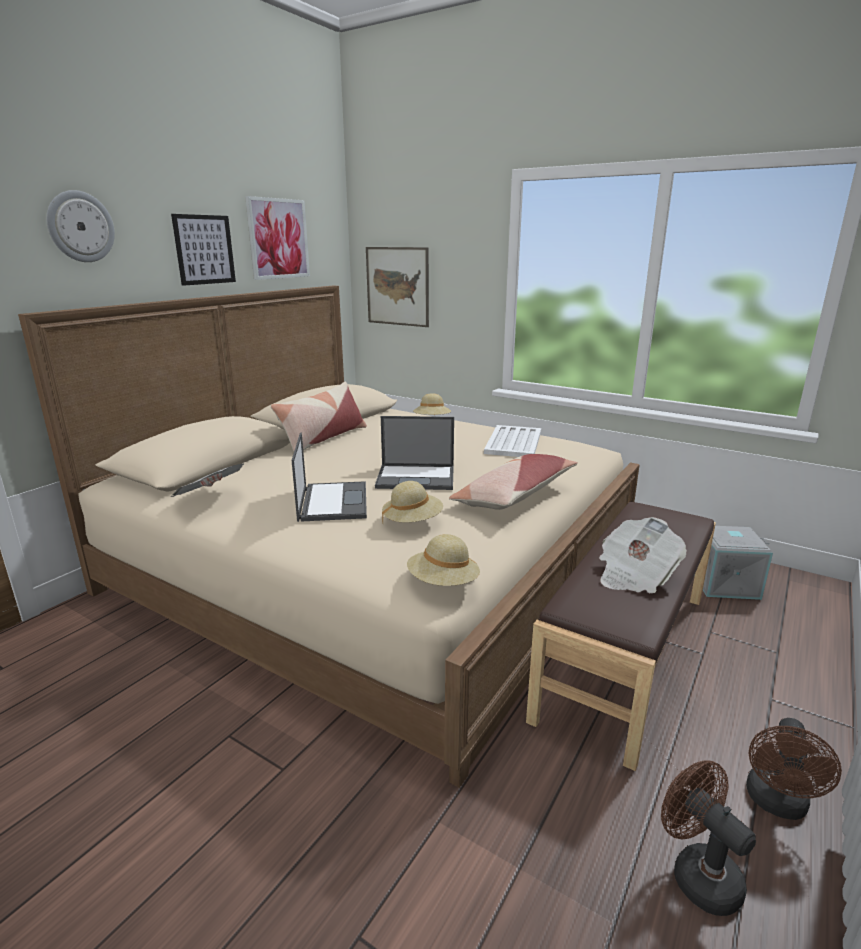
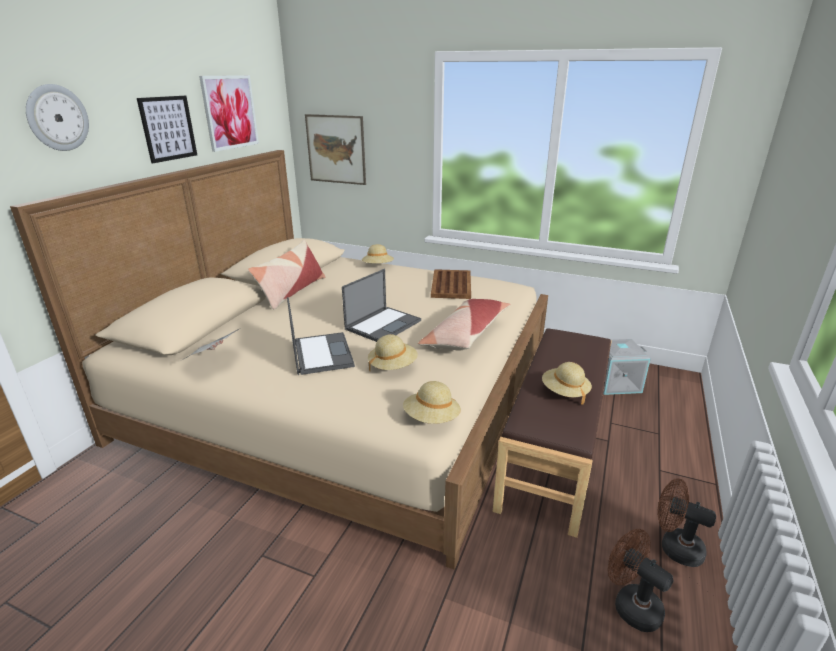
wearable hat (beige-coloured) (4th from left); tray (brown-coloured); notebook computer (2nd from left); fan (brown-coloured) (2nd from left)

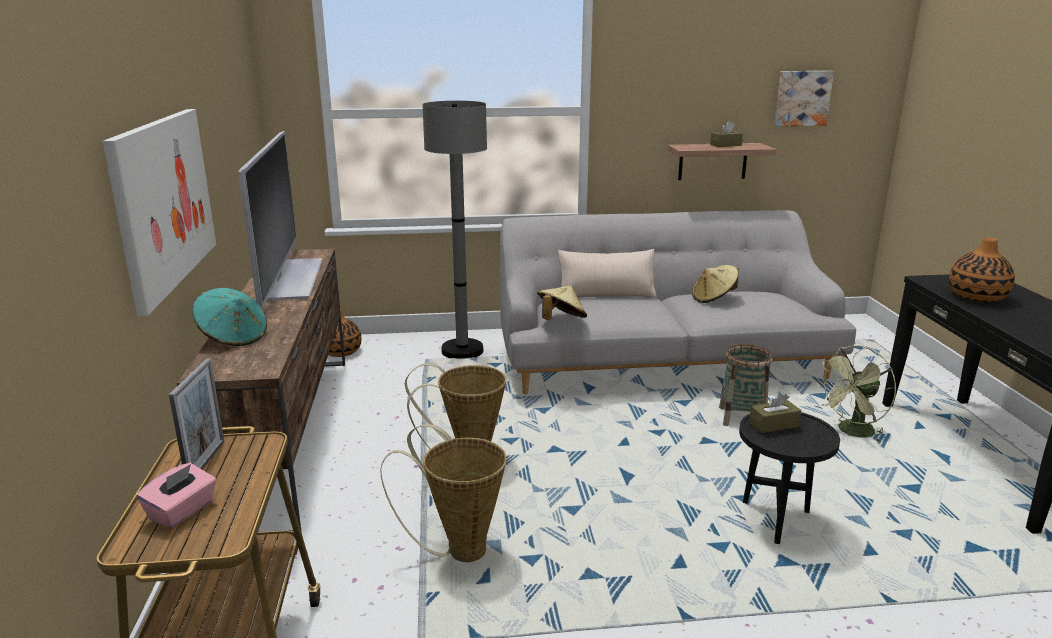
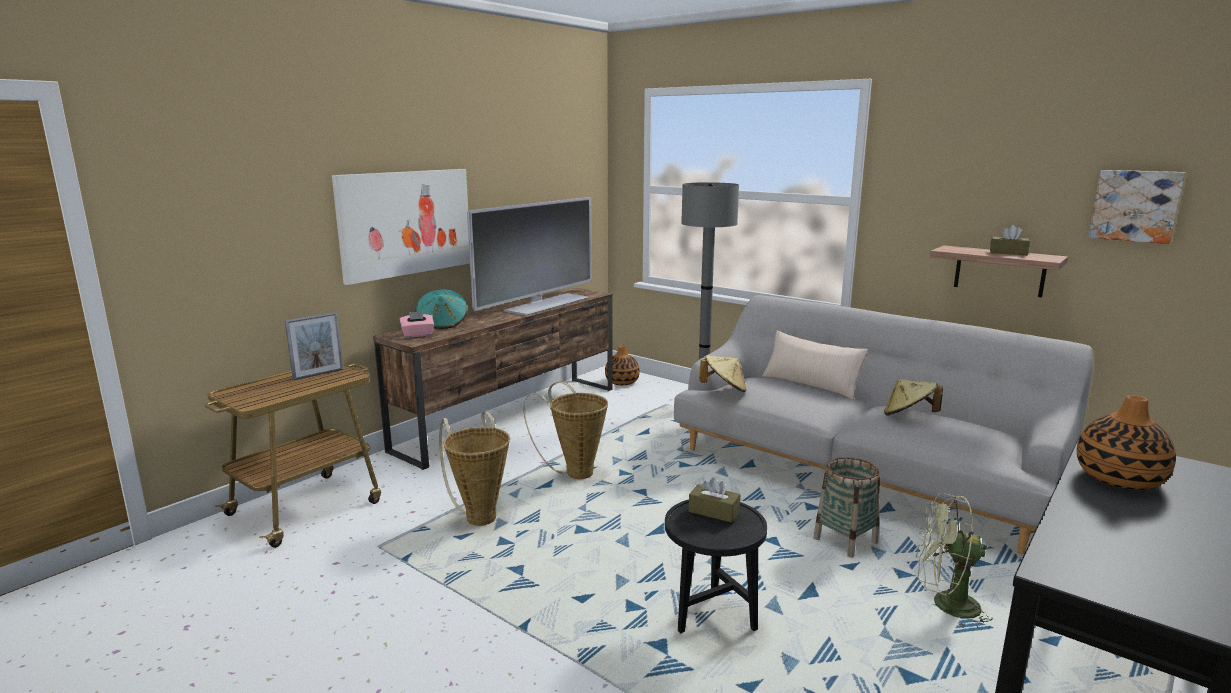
box of tissues (pink-coloured)

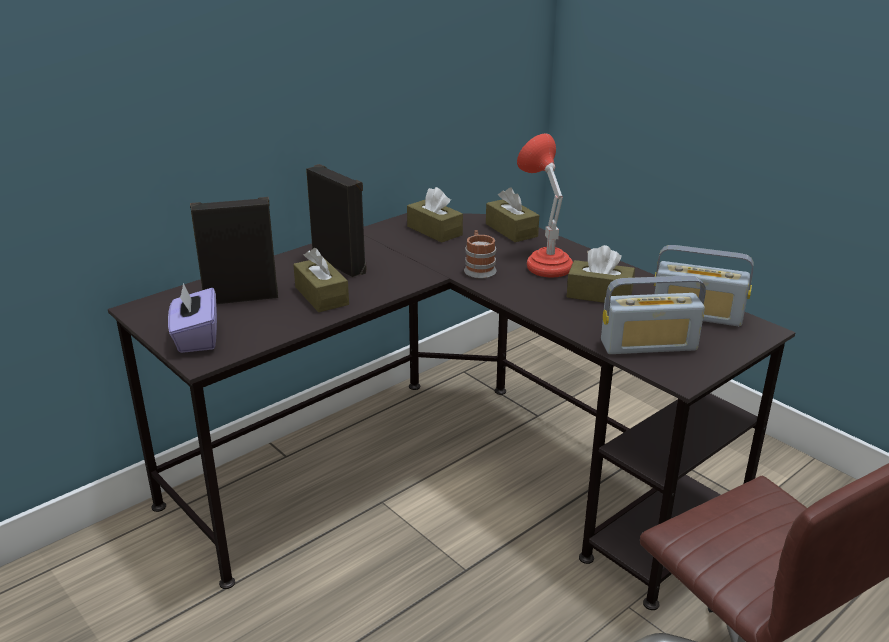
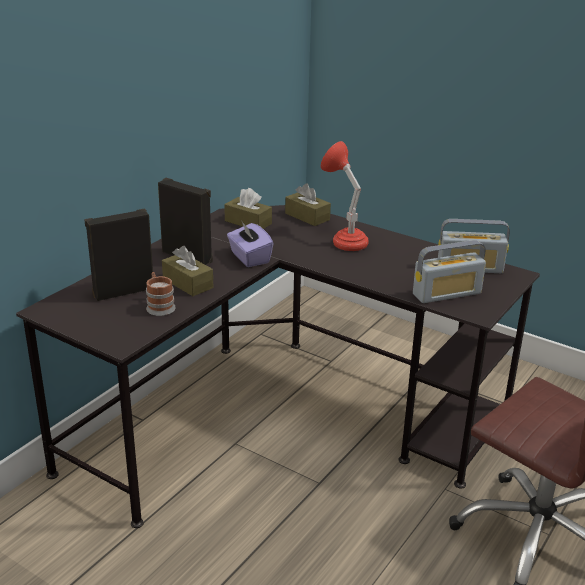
box of tissues (brown-coloured) (4th from left in the first image); box of tissues (purplish); coffee mug

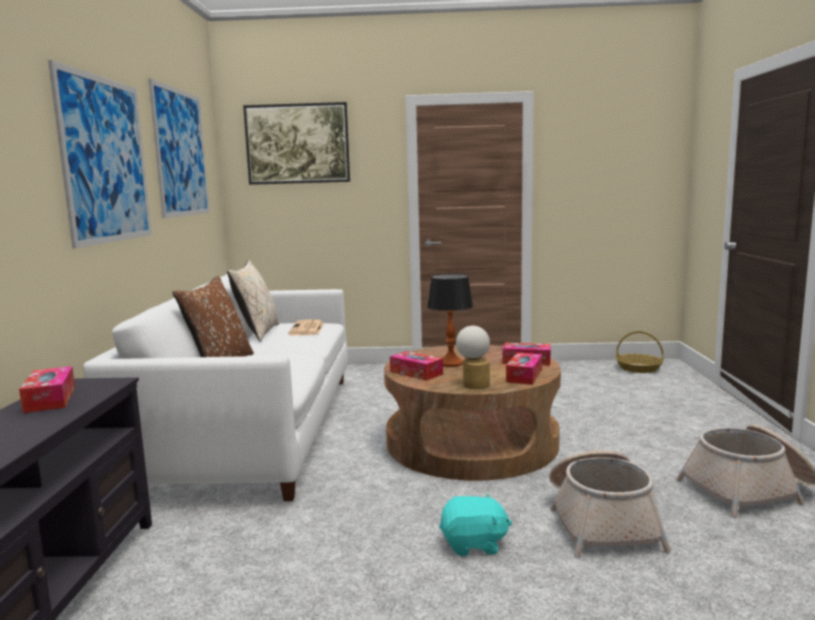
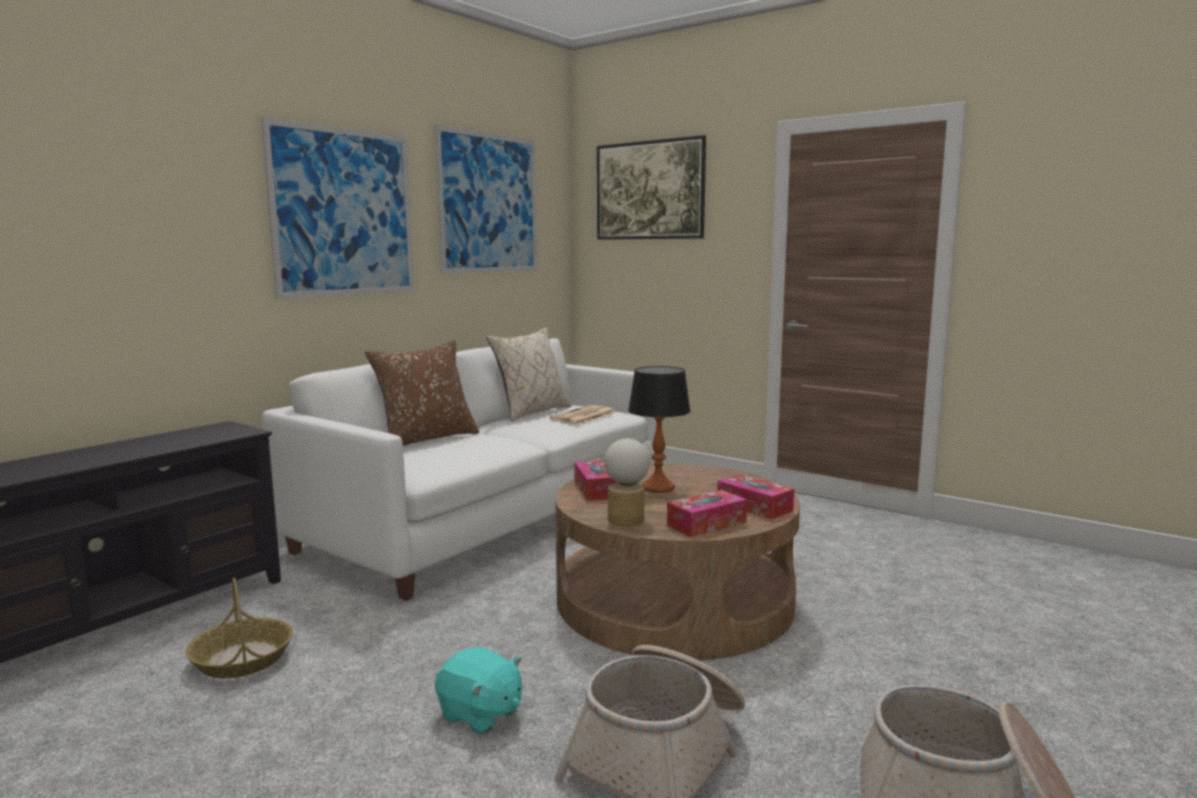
box of tissues (1st from left in the first image); storage basket (1st from left)

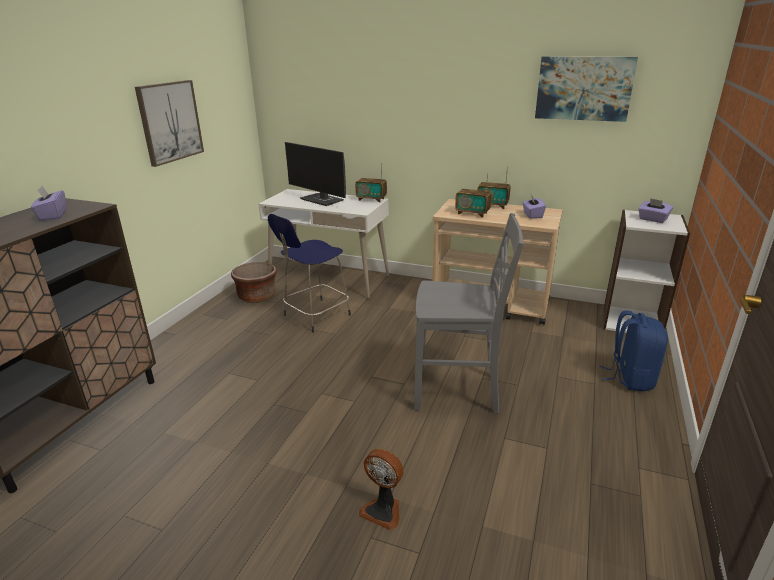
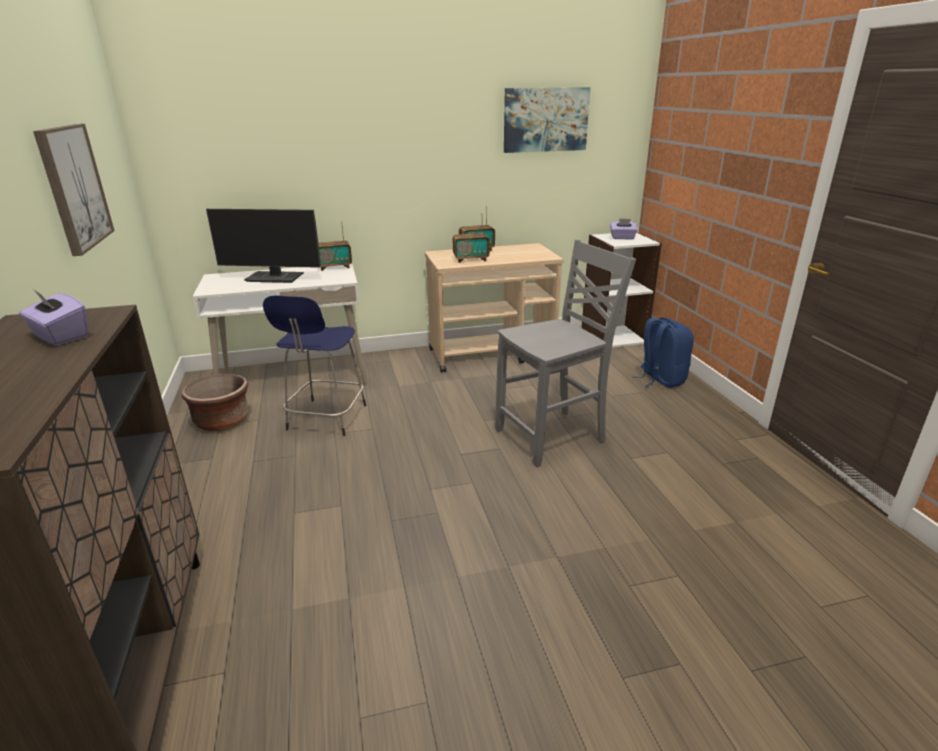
fan; box of tissues (purplish) (2nd from left in the first image)

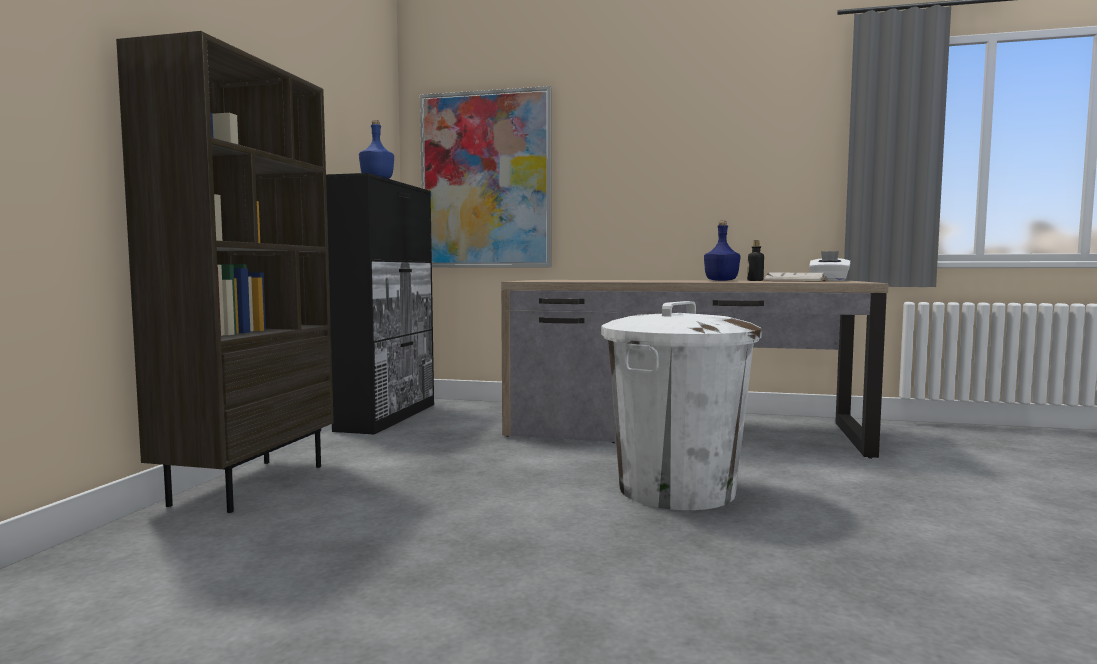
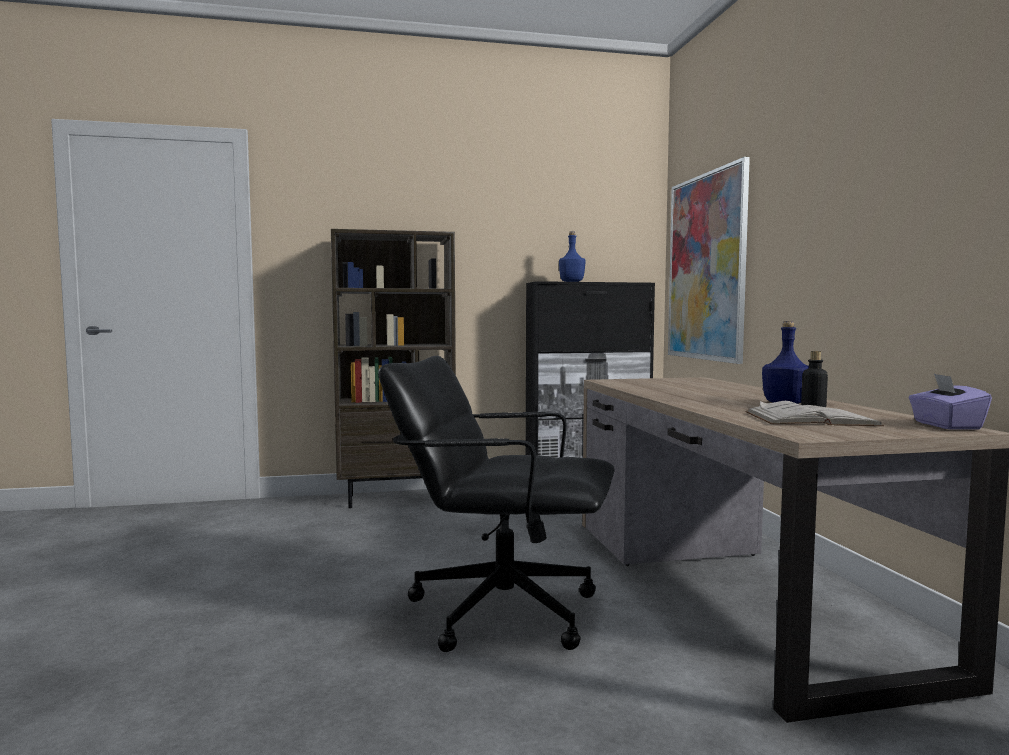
desk chair (black-coloured); box of tissues (purplish)

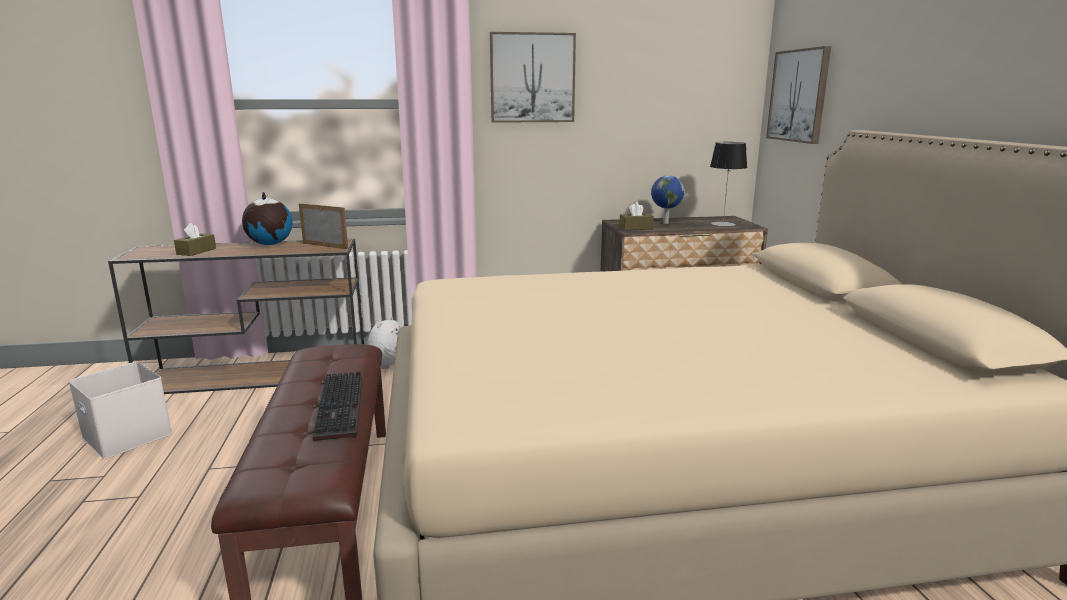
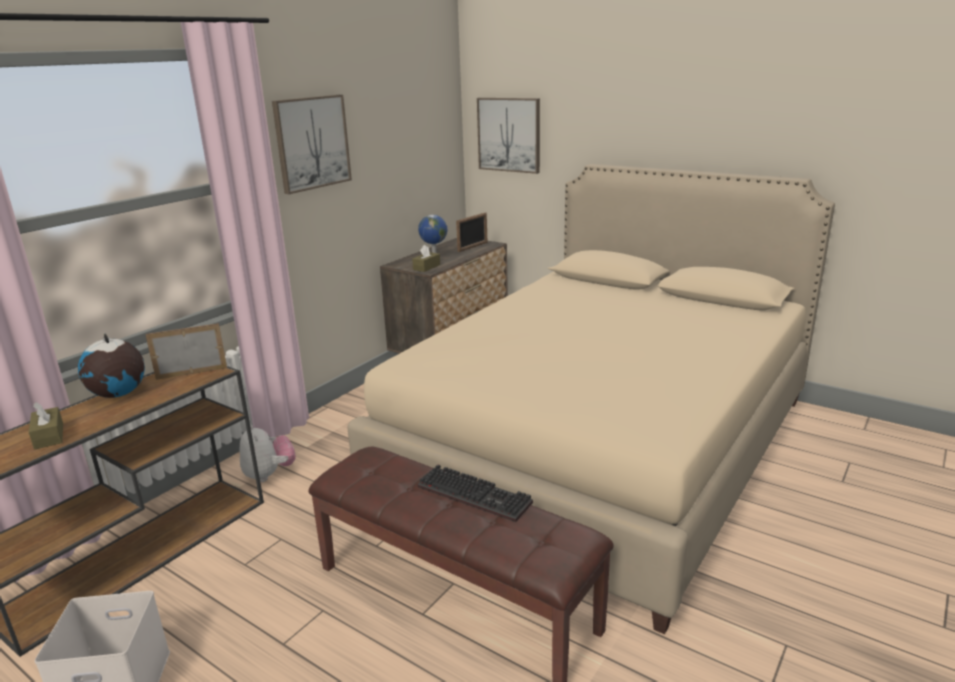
picture frame (2nd from left)

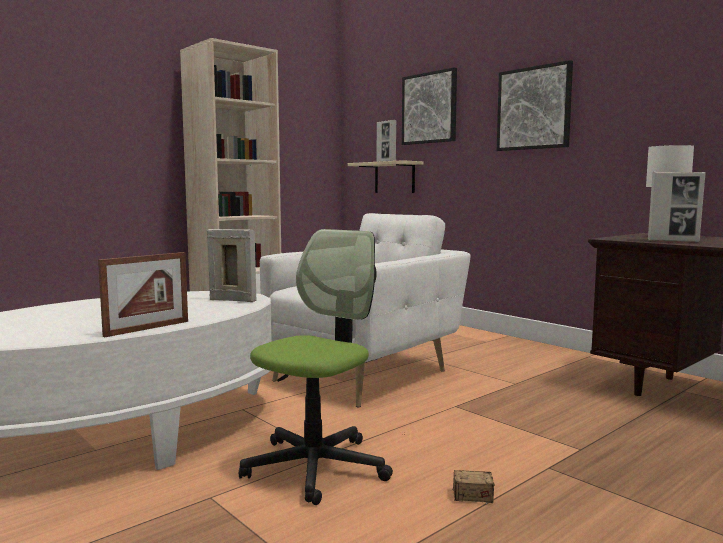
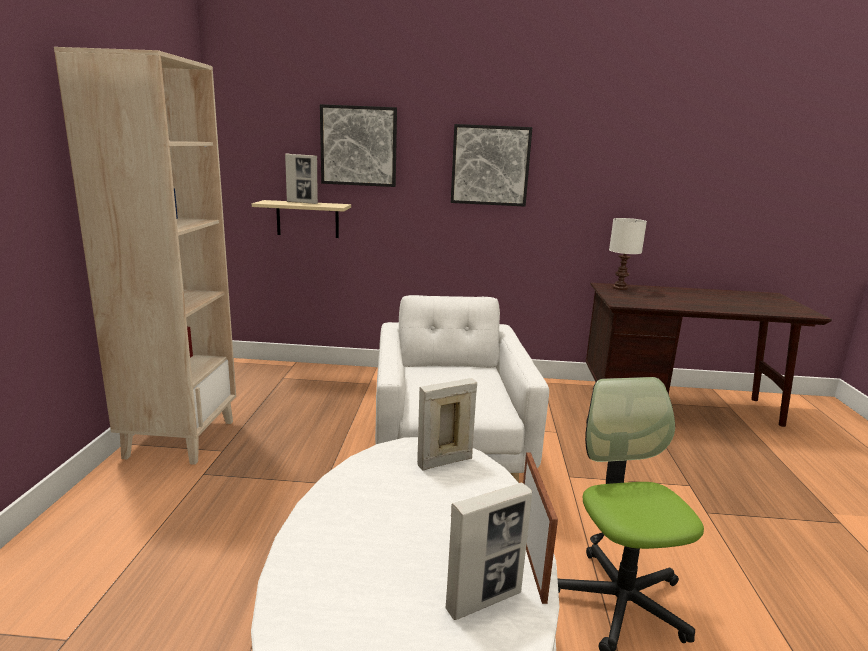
storage container; picture frame (3rd from left)

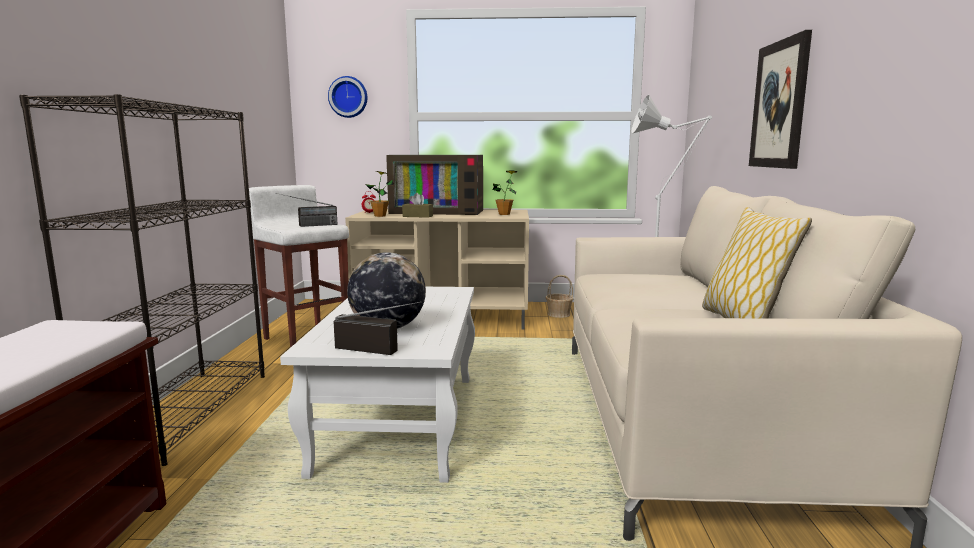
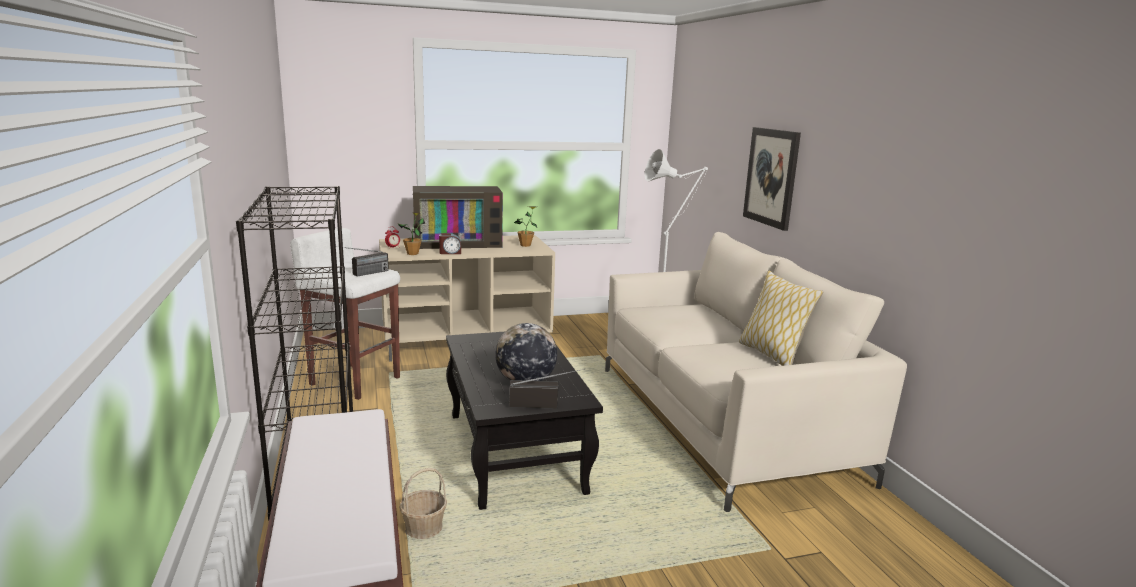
hanging clock; storage basket; table clock (2nd from left); lounge table (black-coloured)

